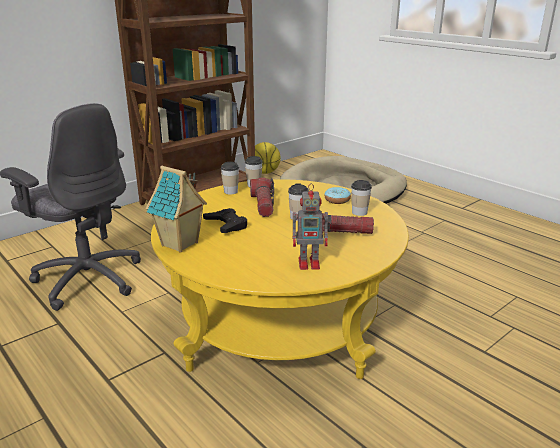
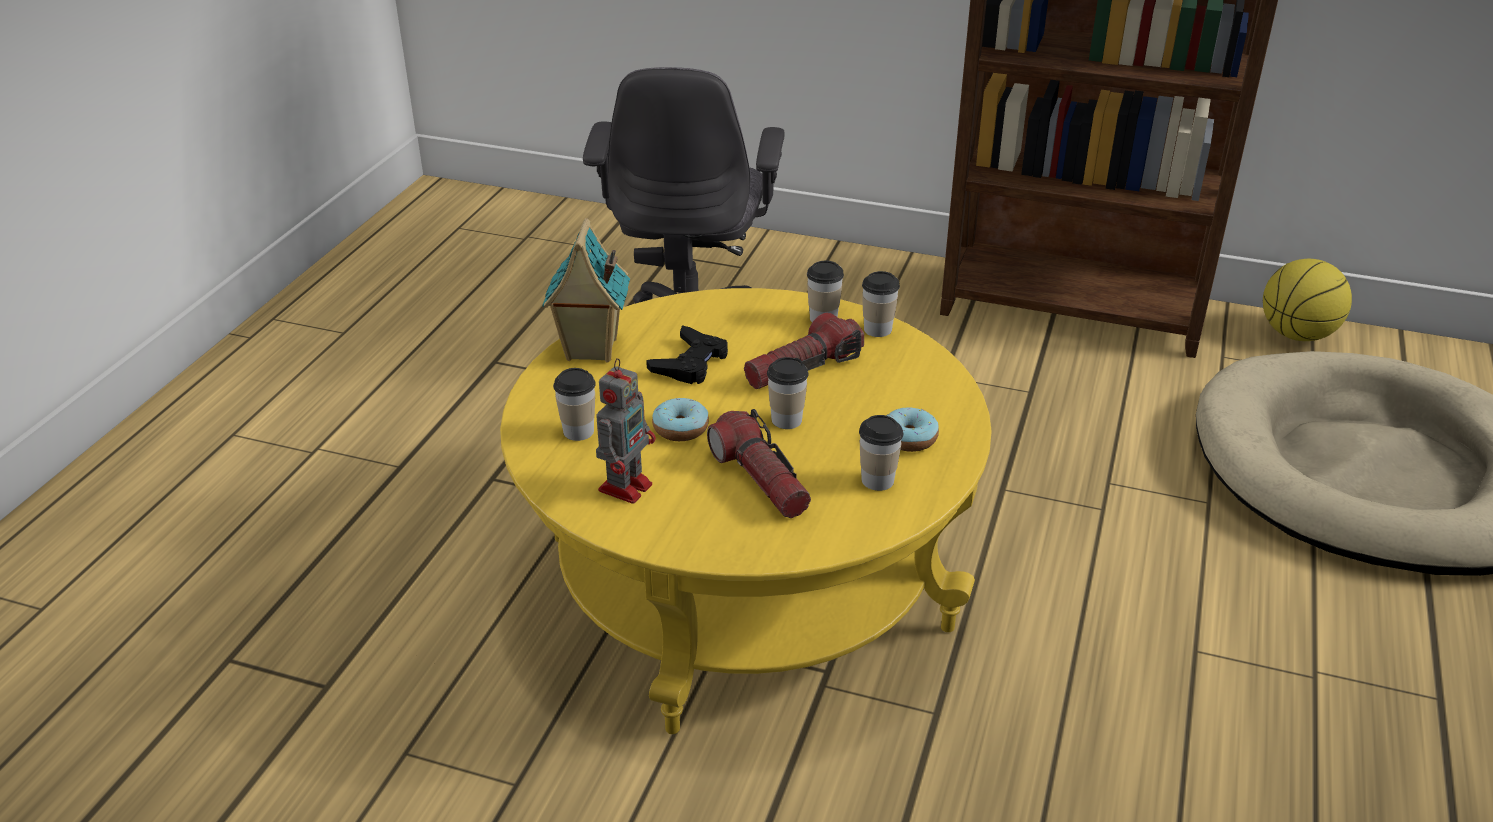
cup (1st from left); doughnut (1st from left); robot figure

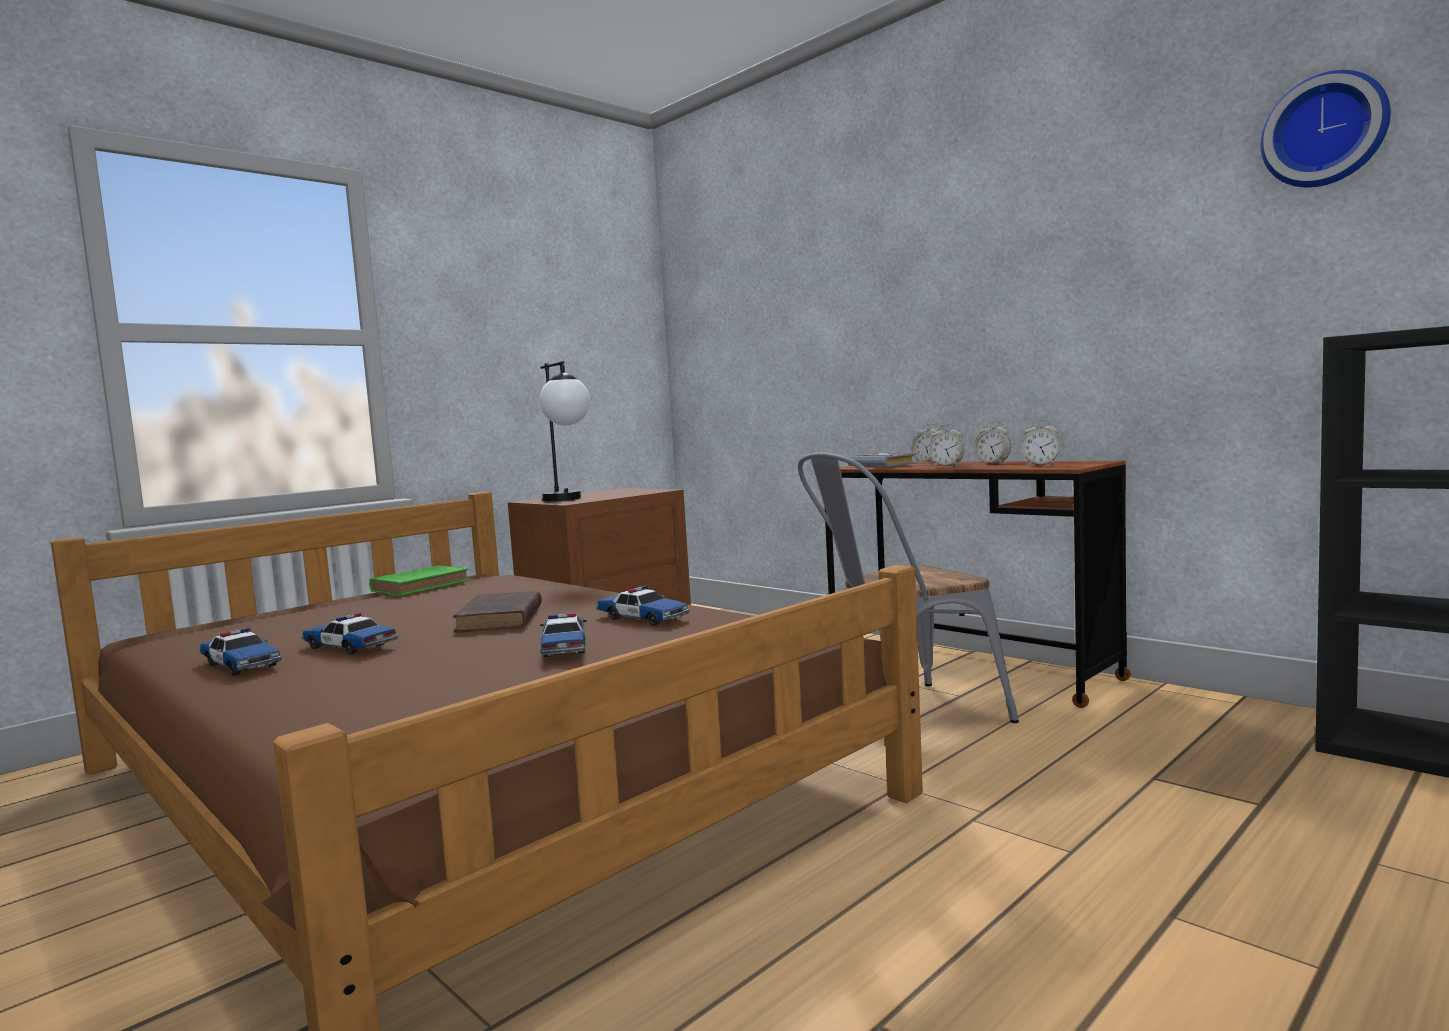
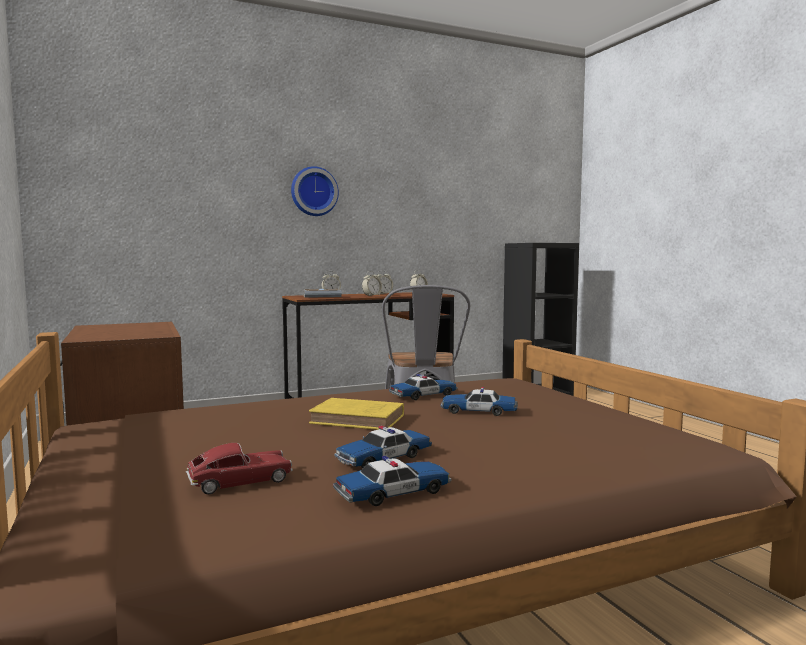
volume (green); lamp for a table; toy car (1st from left); hanging clock; volume (yellow-coloured)

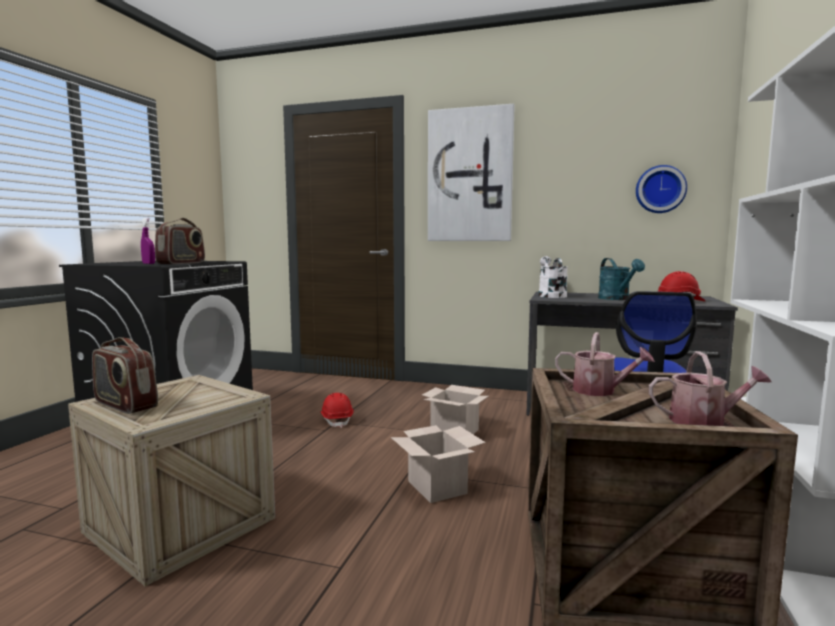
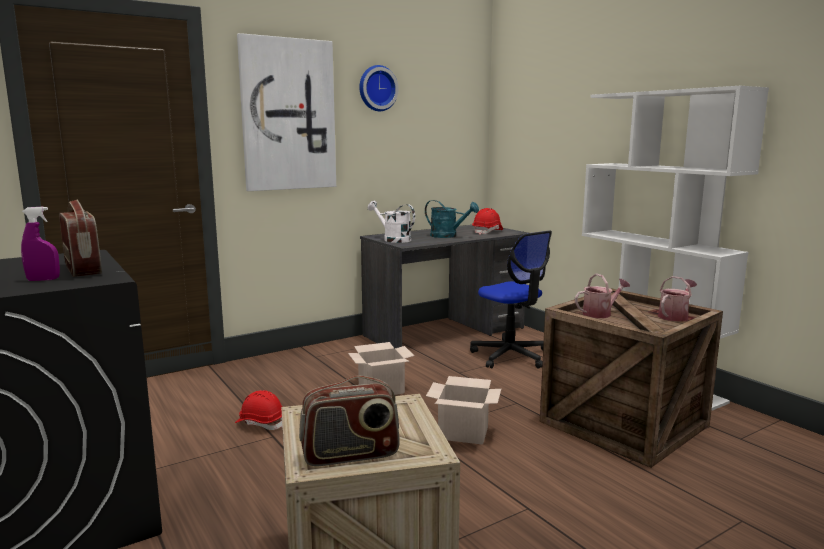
hanging clock

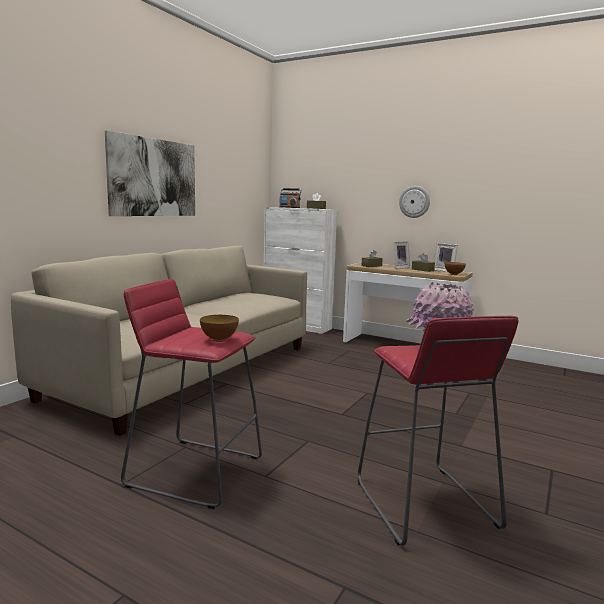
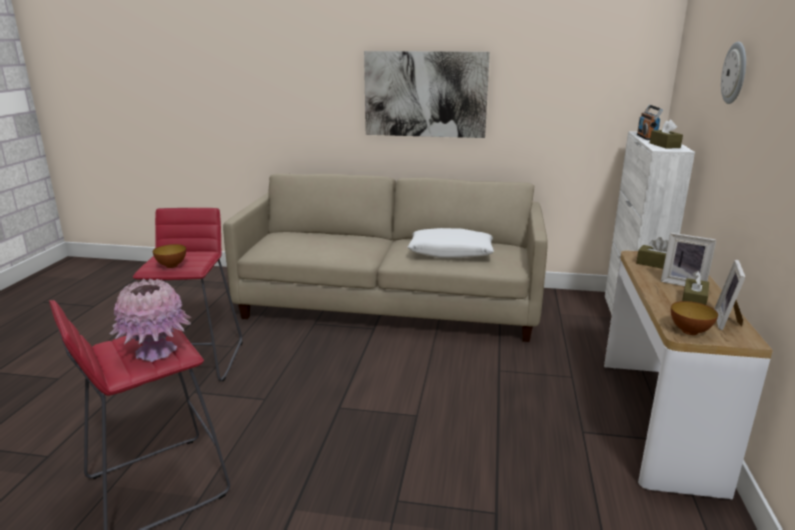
throw pillow (white); hanging clock

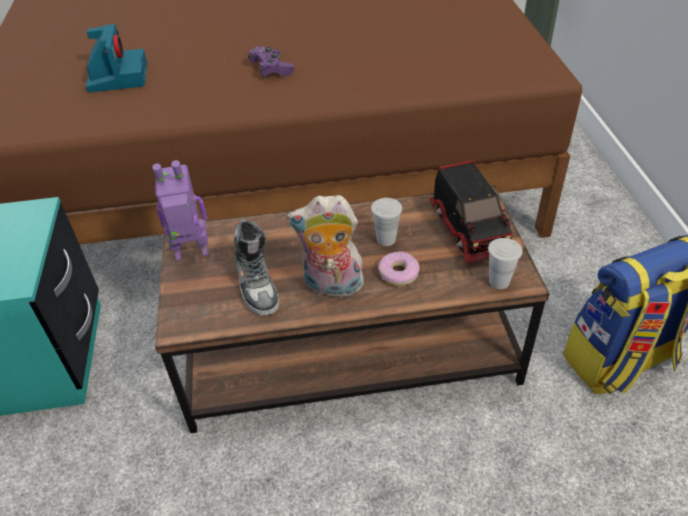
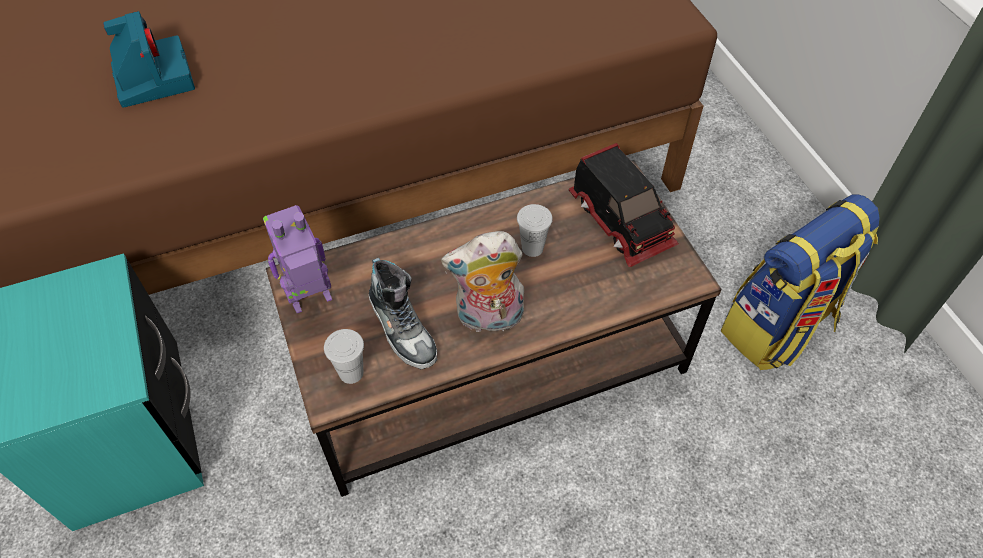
game controller (purplish); doughnut; cup (white) (1st from left)

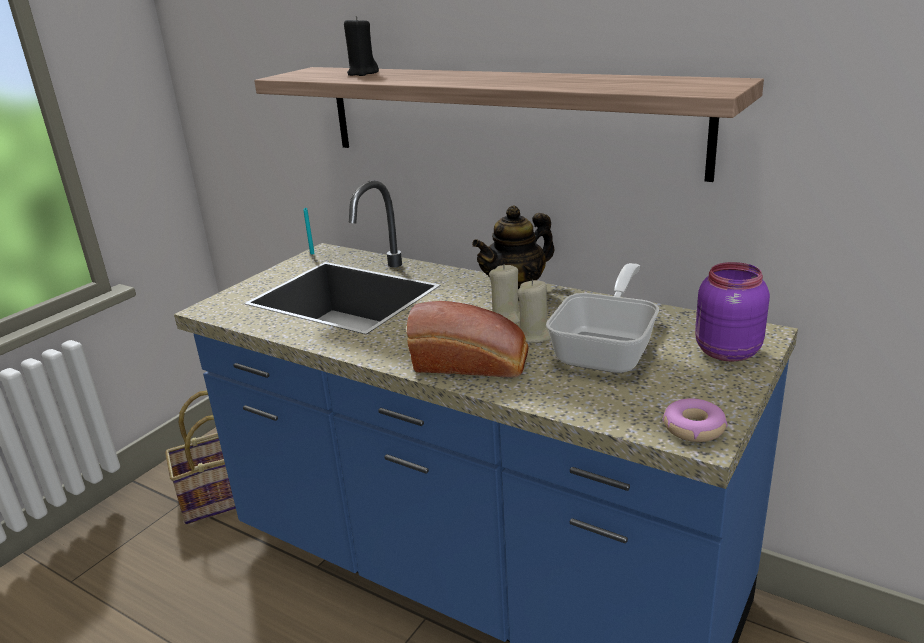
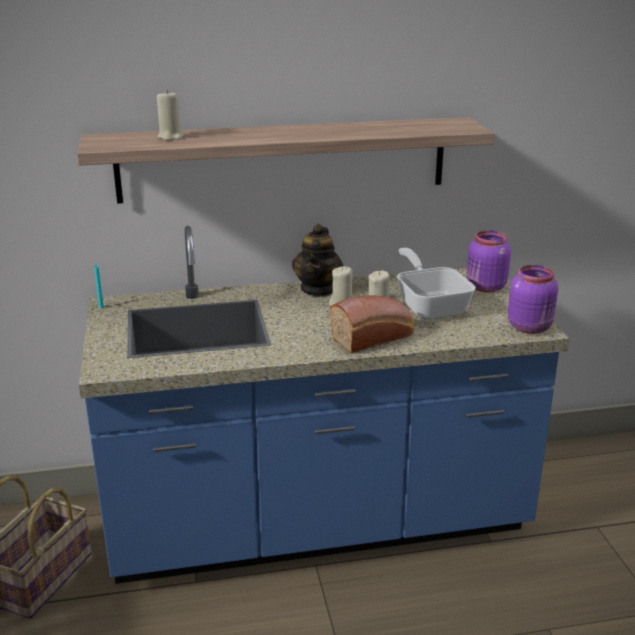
preserve jar (purplish) (2nd from left); wax candle (beige-coloured) (1st from left)

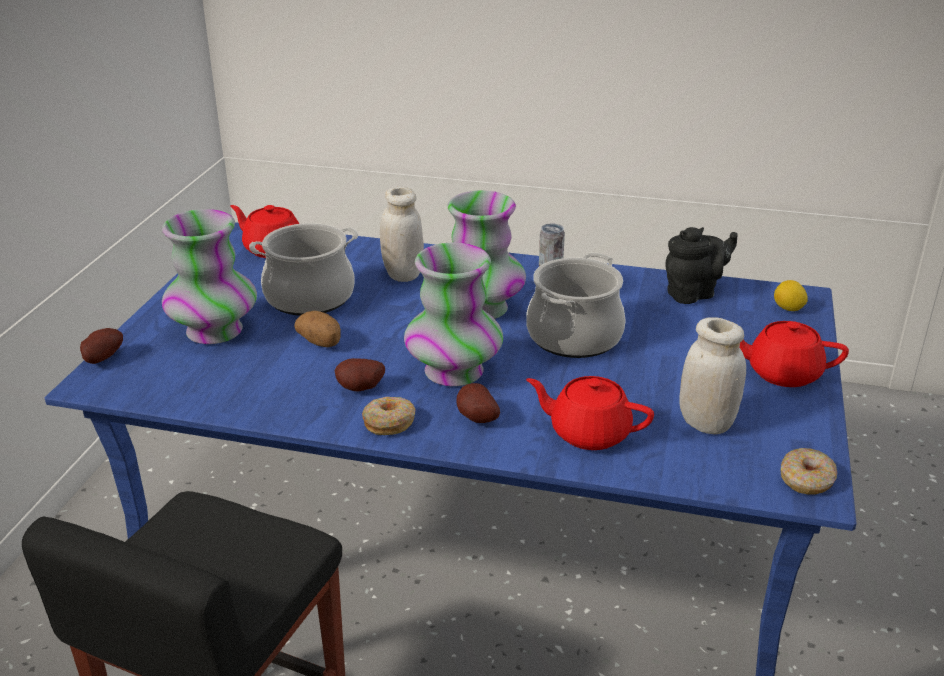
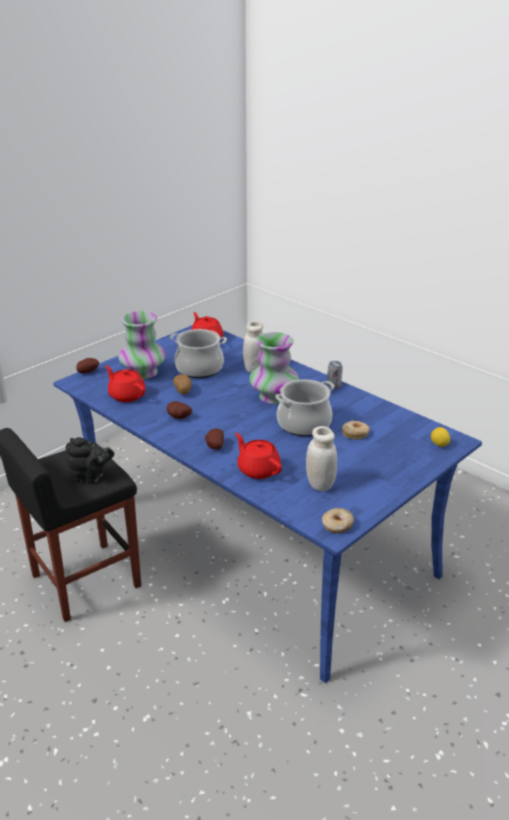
decorative vase (2nd from left in the first image); doughnut (2nd from left); tea pot (black-coloured); tea pot (reddish) (1st from left)

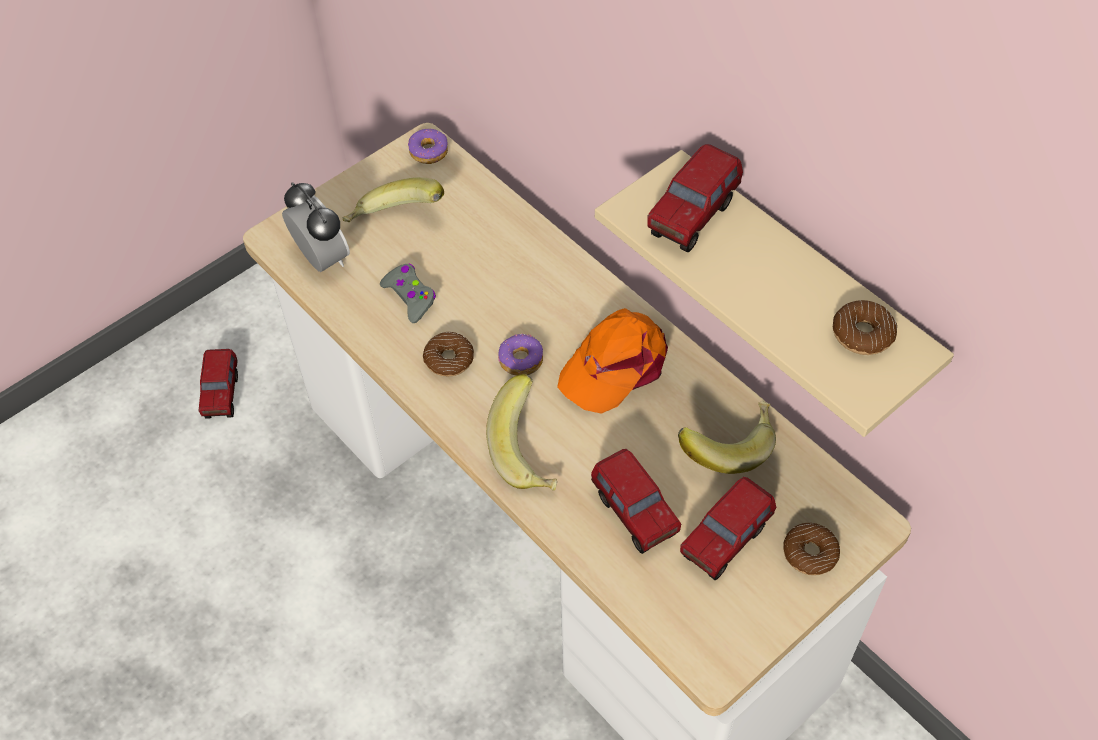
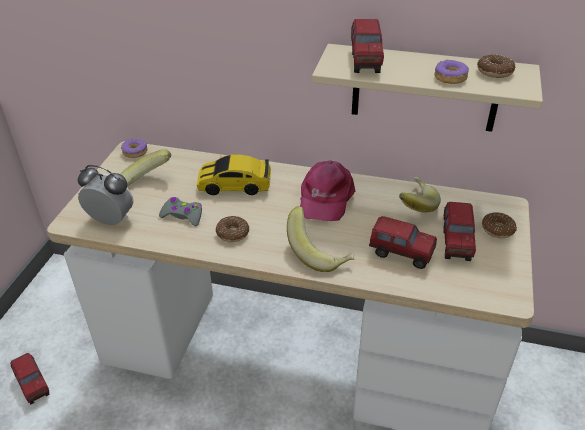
toy car; doughnut (3rd from left); cap (pink-coloured)

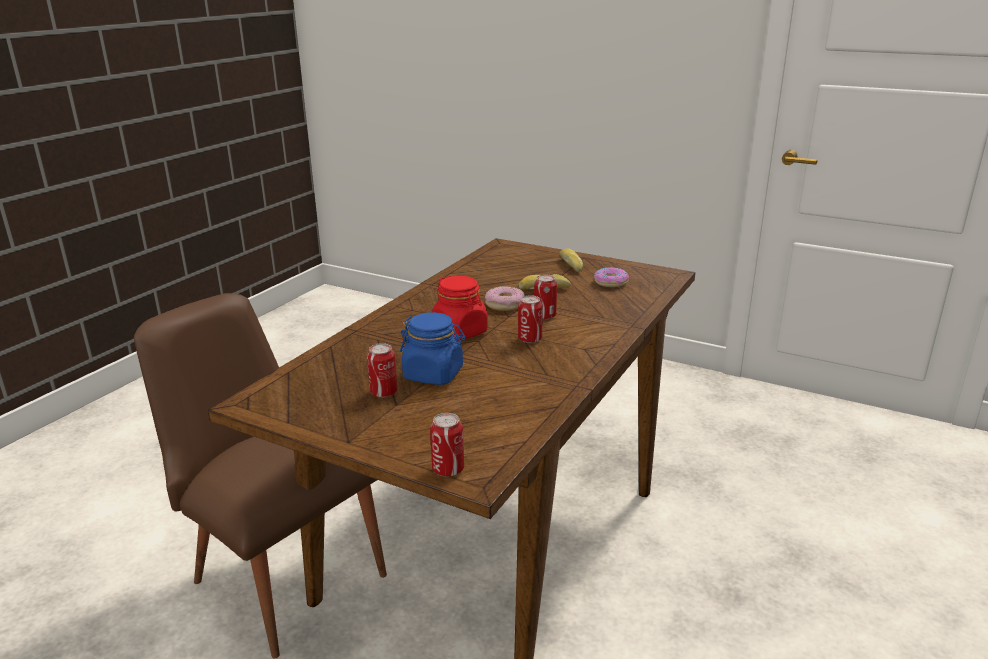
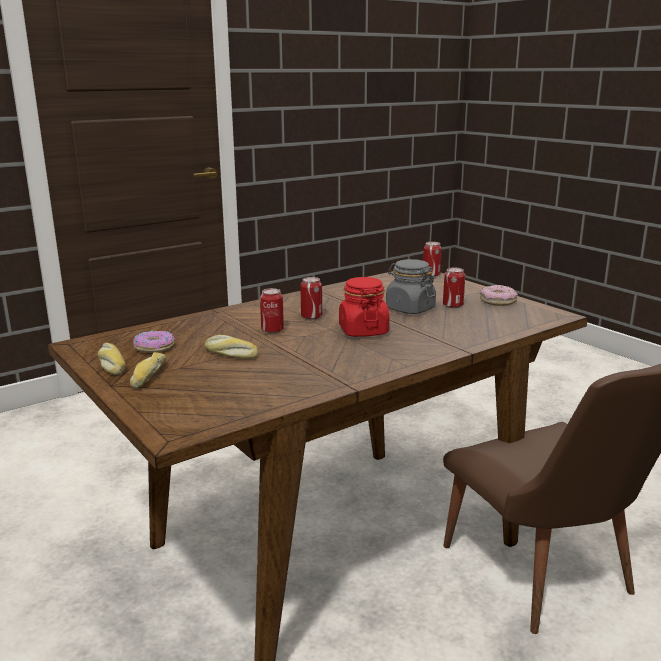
bakery bread (1st from left); doughnut (2nd from left); preserve jar (greyish)

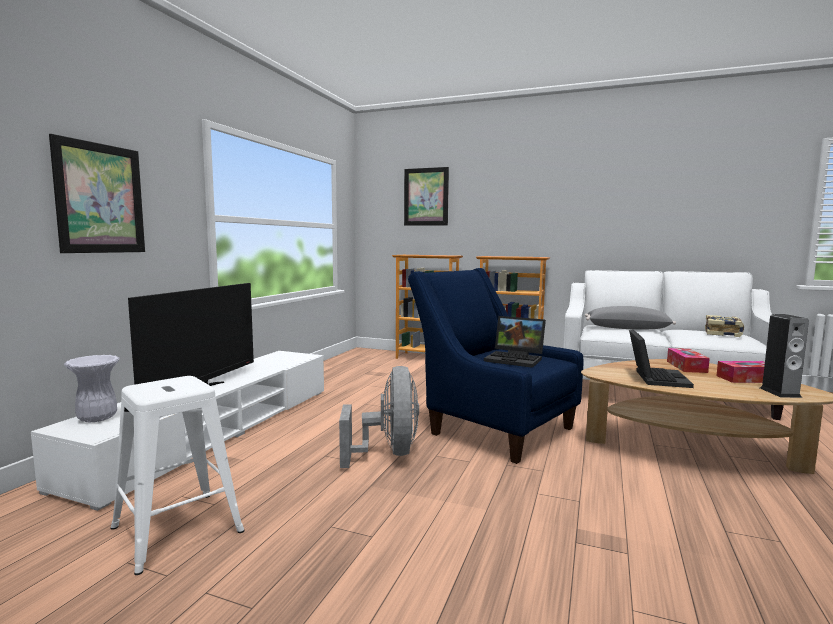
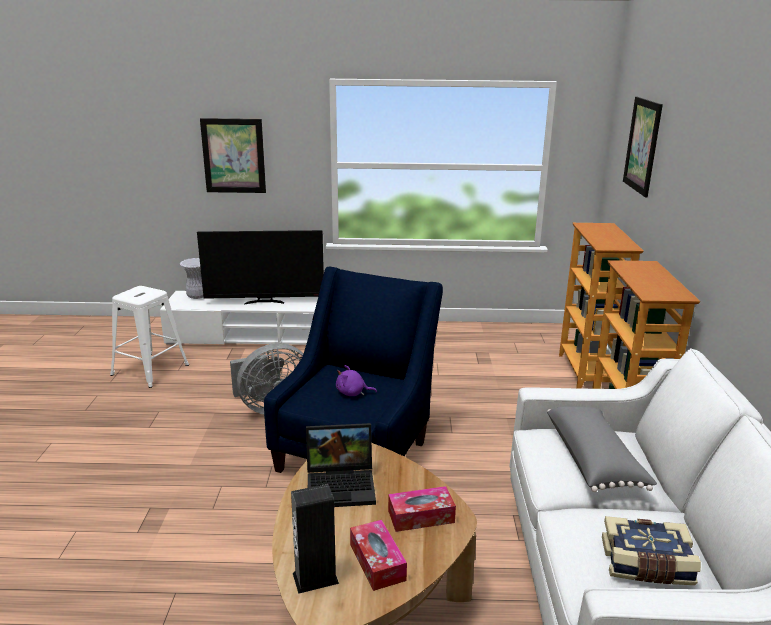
soft toy (purplish)

